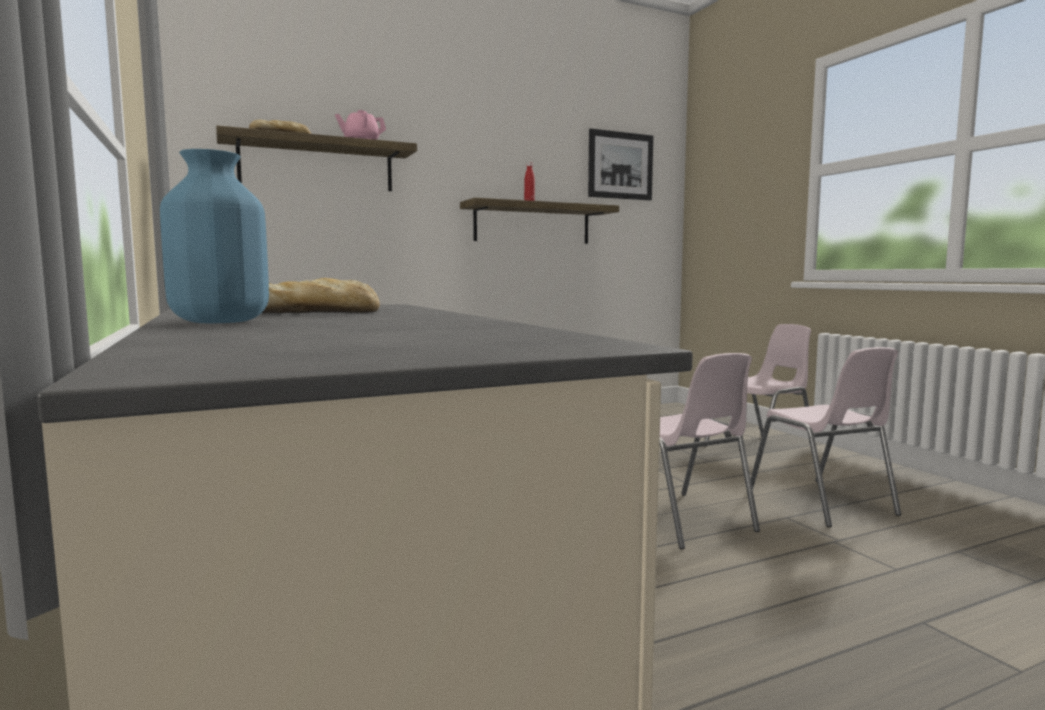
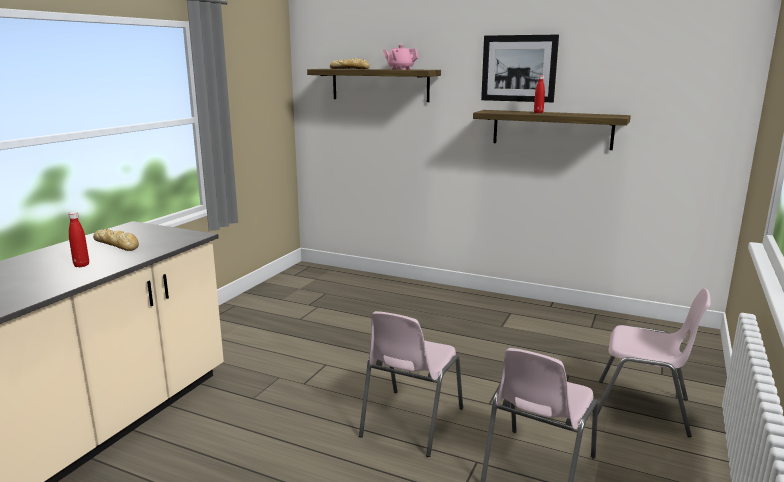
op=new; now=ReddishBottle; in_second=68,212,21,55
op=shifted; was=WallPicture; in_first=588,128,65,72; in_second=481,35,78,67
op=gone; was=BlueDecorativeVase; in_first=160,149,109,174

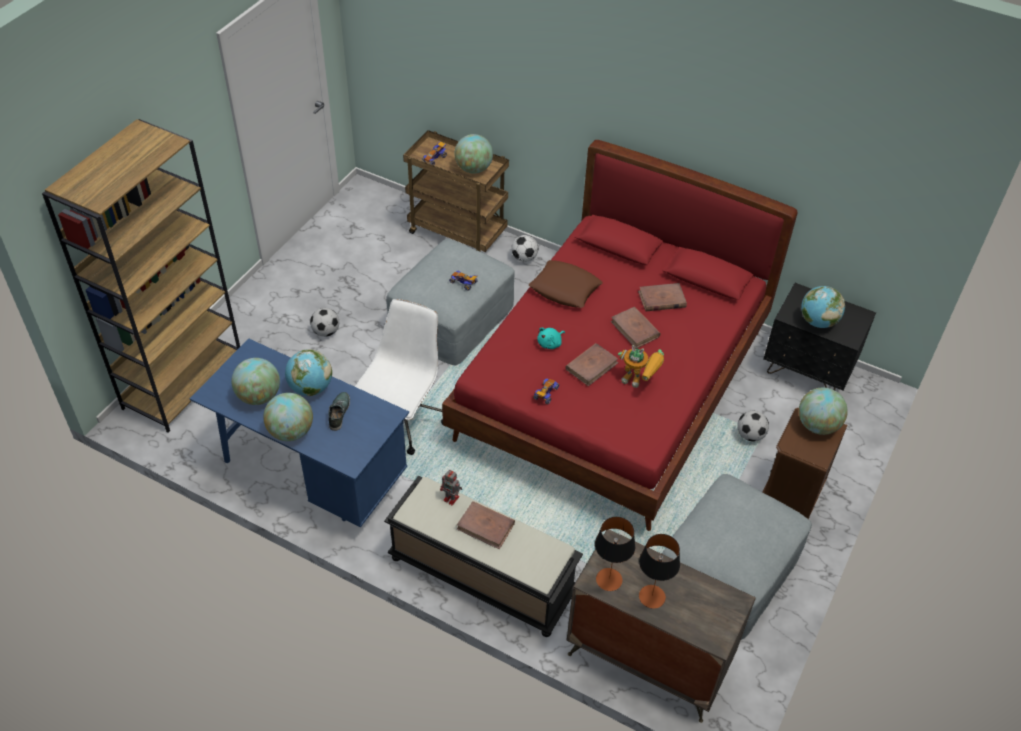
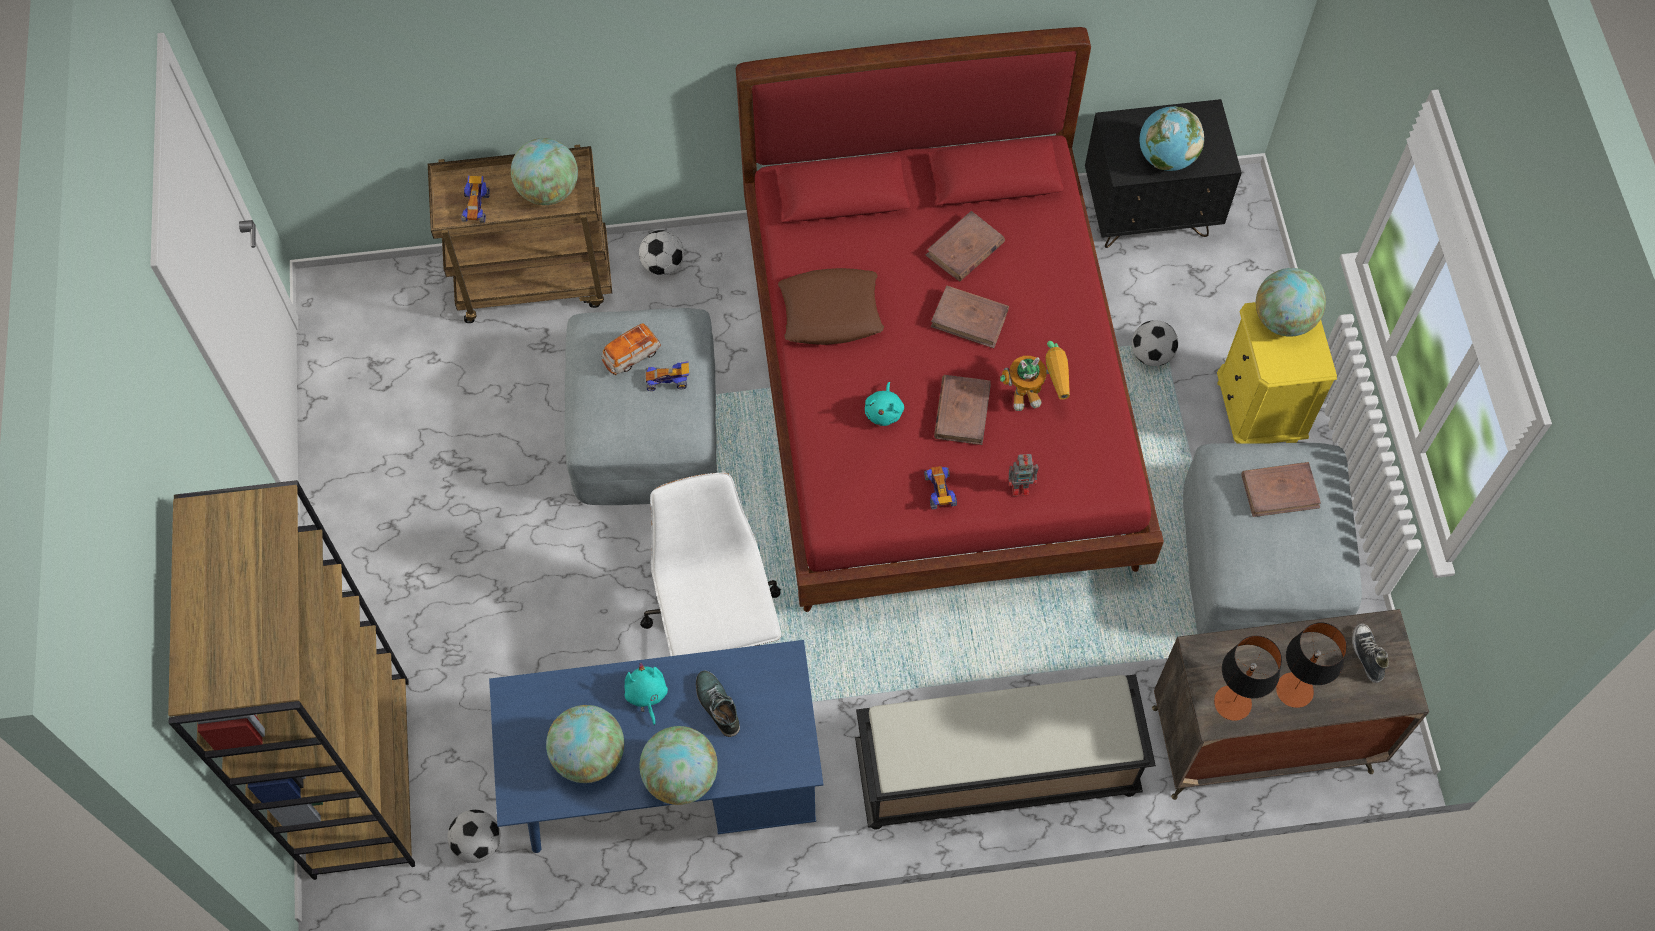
op=shifted; was=FootballBall; in_first=310,308,29,29; in_second=448,810,53,53
op=new; now=ToyCar; in_second=601,323,60,52
op=swapped; was=WorldGlobe; now=TurquoisePlushToy; in_first=285,349,47,47; in_second=625,663,43,62
op=shifted; was=ModelRobot; in_first=440,470,22,35; in_second=1008,454,31,42
op=repainted; was=BrownBedsideTable; now=YellowColouredBedsideTable; in_first=763,408,84,111; in_second=1217,302,120,142
op=shifted; was=BrownBoundBook; in_first=457,501,58,48; in_second=1241,462,80,55
op=new; now=LowShoe; in_second=1352,623,37,60

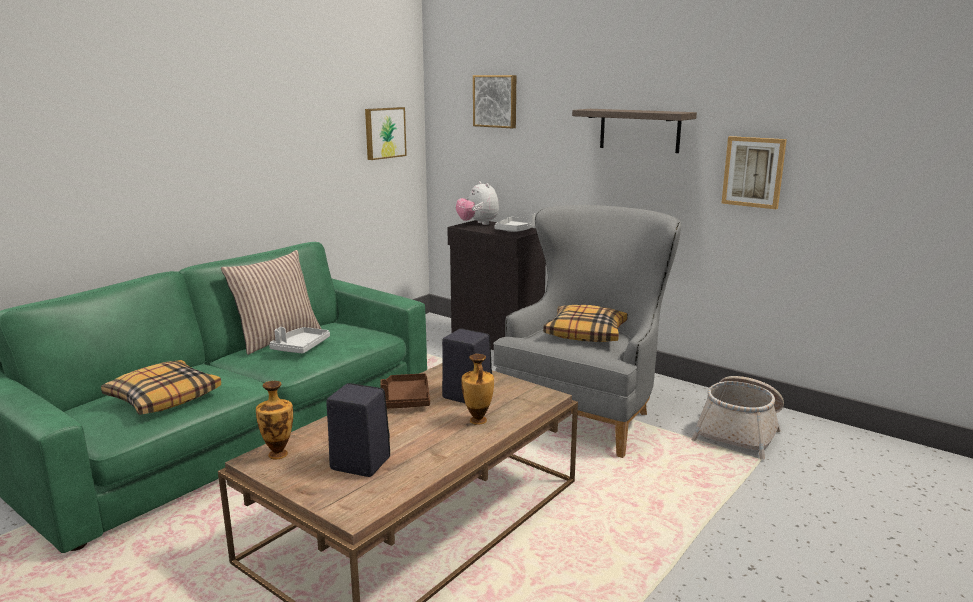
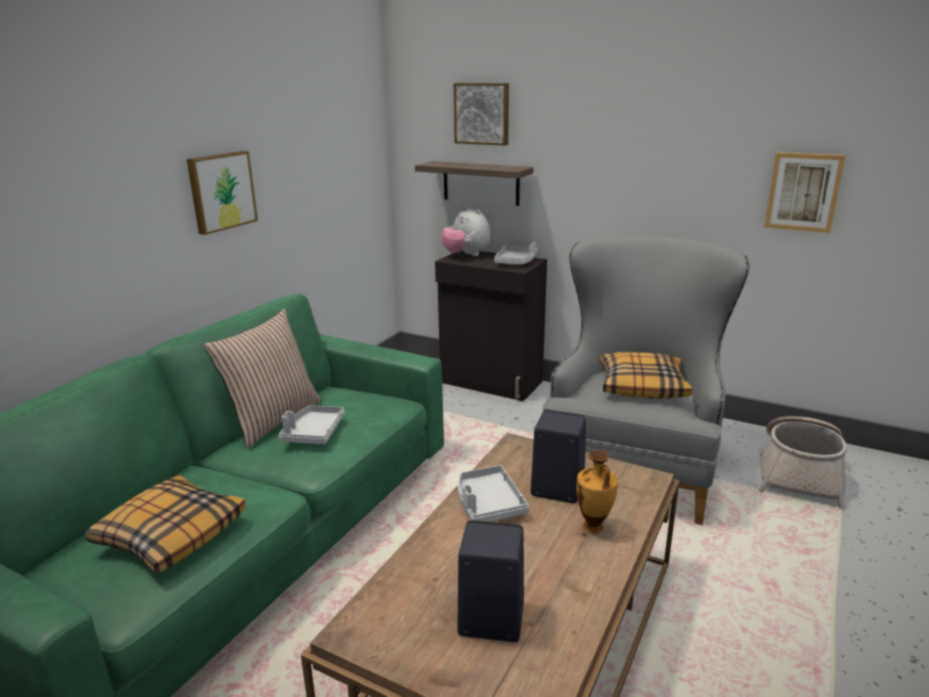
op=shifted; was=WallPicture; in_first=365,107,42,53; in_second=187,151,71,84
op=shifted; was=WallShelf; in_first=572,109,125,44; in_second=415,161,118,45
op=repainted; was=BrownServingTray; now=GreyishServingTray; in_first=380,373,50,35; in_second=458,465,71,57
op=gone; was=DecorativeVase; in_first=256,381,37,79

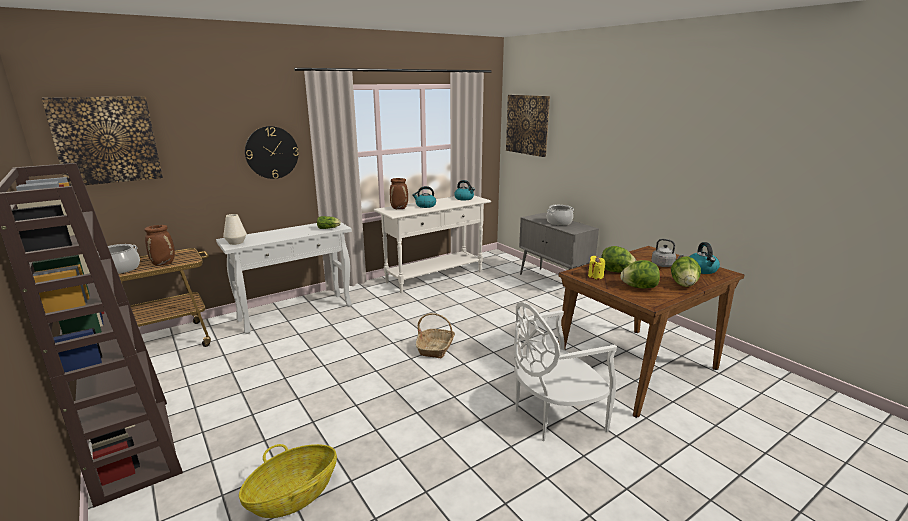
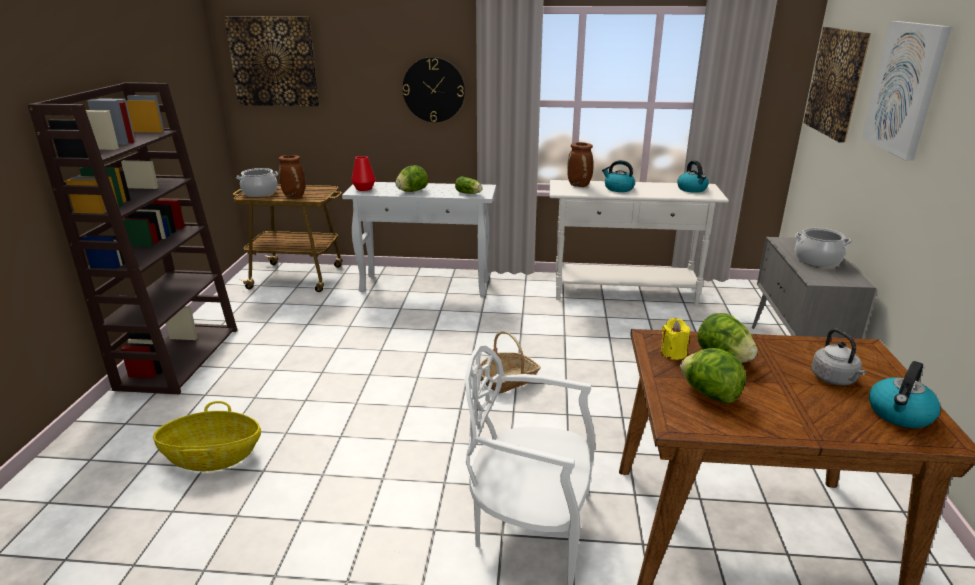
op=repainted; was=WhiteDecorativeVase; now=ReddishDecorativeVase; in_first=223,214,24,31; in_second=351,156,25,35
op=shifted; was=LettuceHead; in_first=671,256,30,31; in_second=396,165,32,27
op=new; now=WallPicture; in_second=862,21,89,140

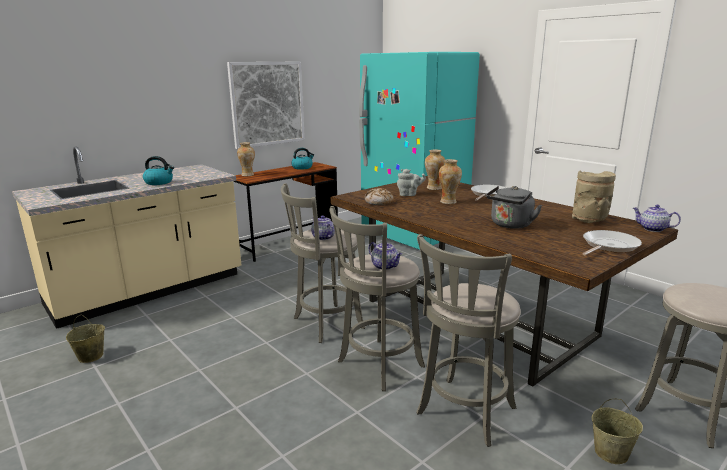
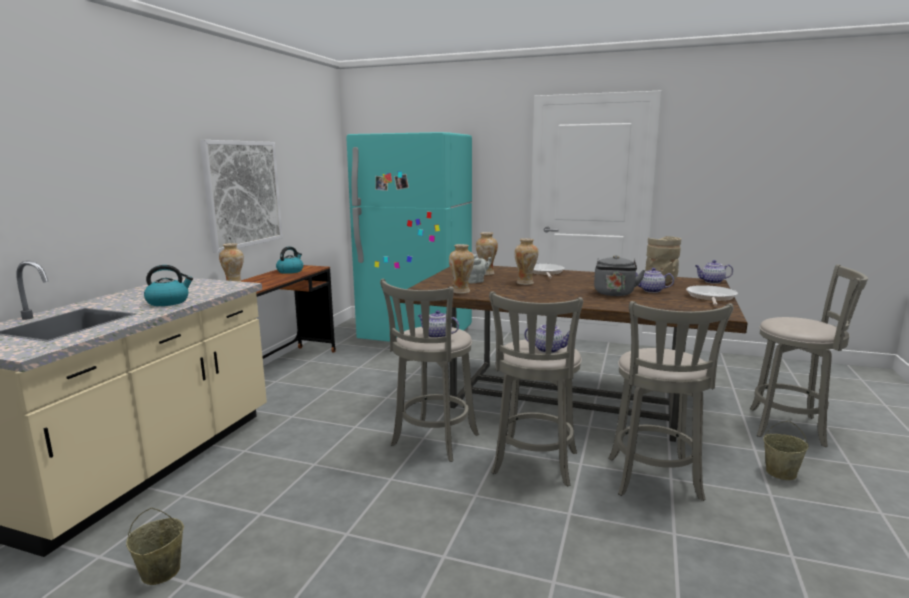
op=swapped; was=Bread; now=DecorativeVase; in_first=365,188,29,17; in_second=449,244,25,50
op=new; now=TeaPot; in_second=636,268,38,25

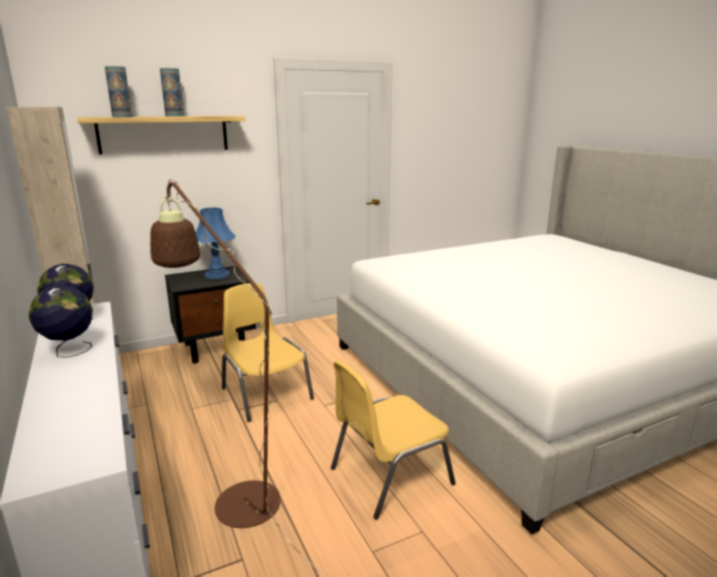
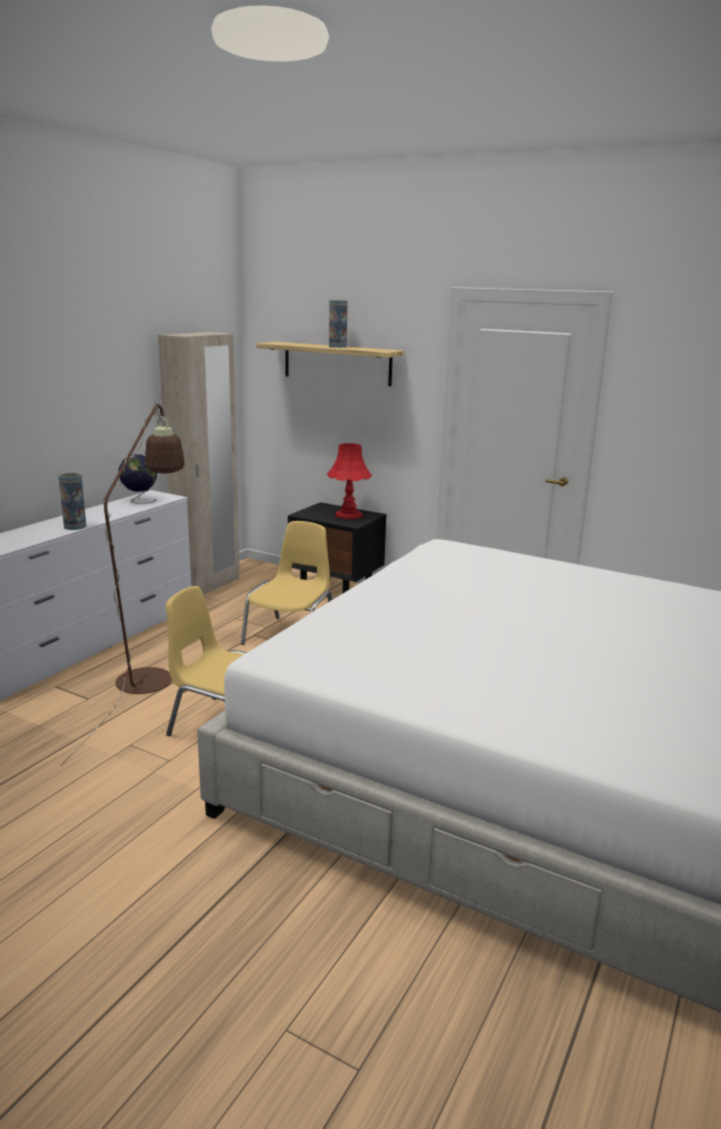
op=shifted; was=DecorativeVase; in_first=105,66,27,51; in_second=59,473,27,57
op=repainted; was=BlueTabletopLamp; now=ReddishTabletopLamp; in_first=196,207,40,72; in_second=327,443,45,76
op=gone; was=WorldGlobe; in_first=29,285,64,73

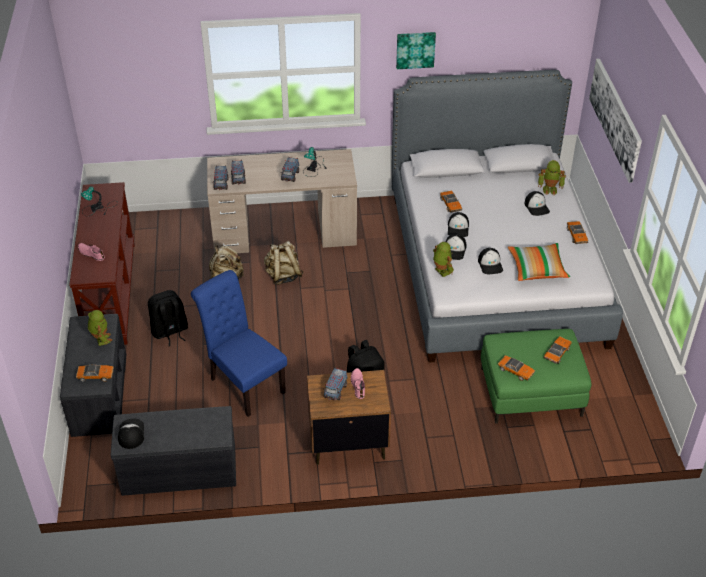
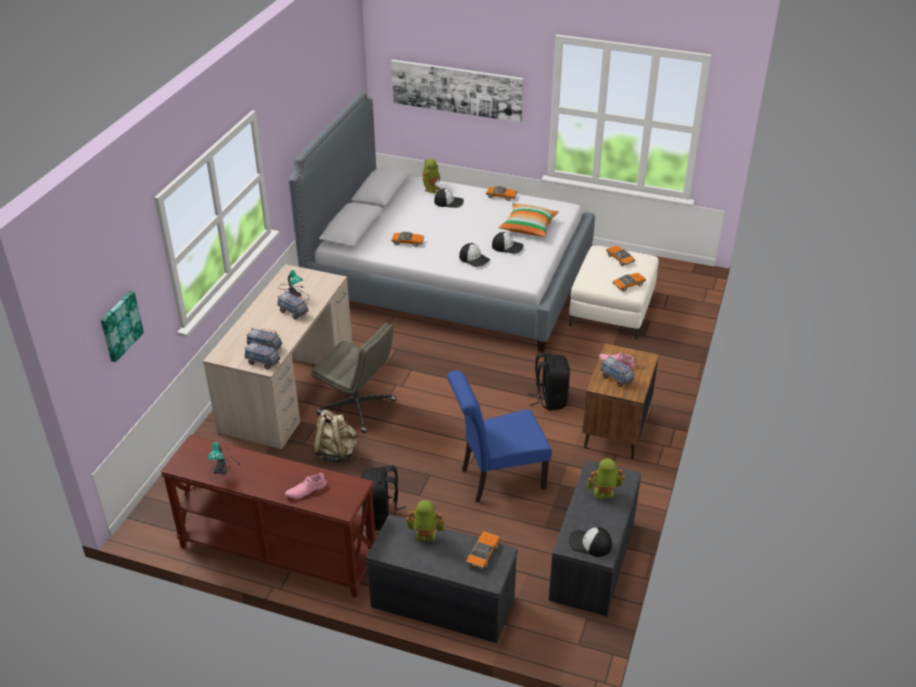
op=shifted; was=WallPicture; in_first=396,32,40,37; in_second=101,291,43,71
op=swapped; was=SandColouredBackpack; now=GreyishComputerChair; in_first=264,241,39,44; in_second=311,323,86,110
op=repainted; was=GreenishOttoman; now=WhiteOttoman; in_first=481,329,110,95; in_second=569,245,90,95
op=shifted; was=ModelRobot; in_first=433,242,21,35; in_second=587,458,38,41
op=gone; was=PeakedCap; in_first=448,212,21,25

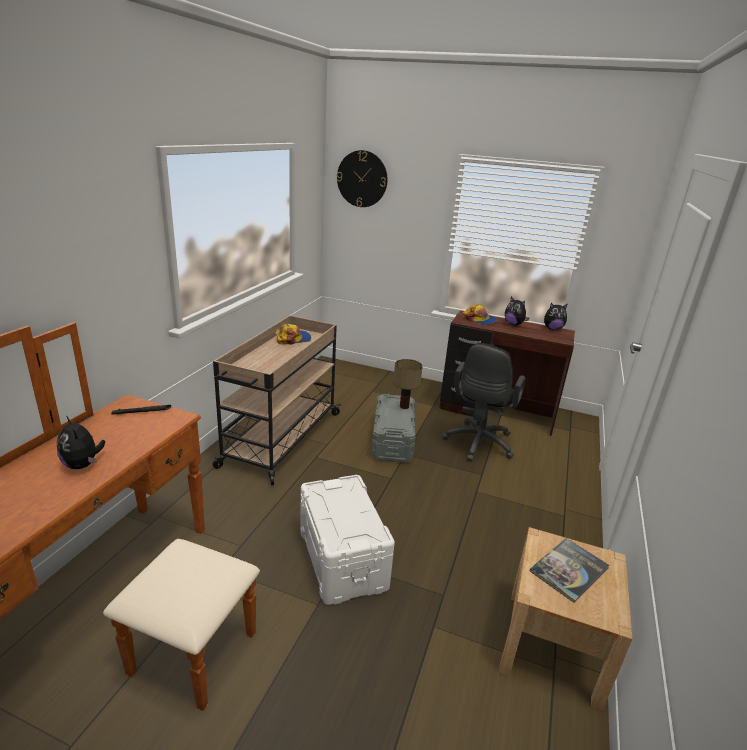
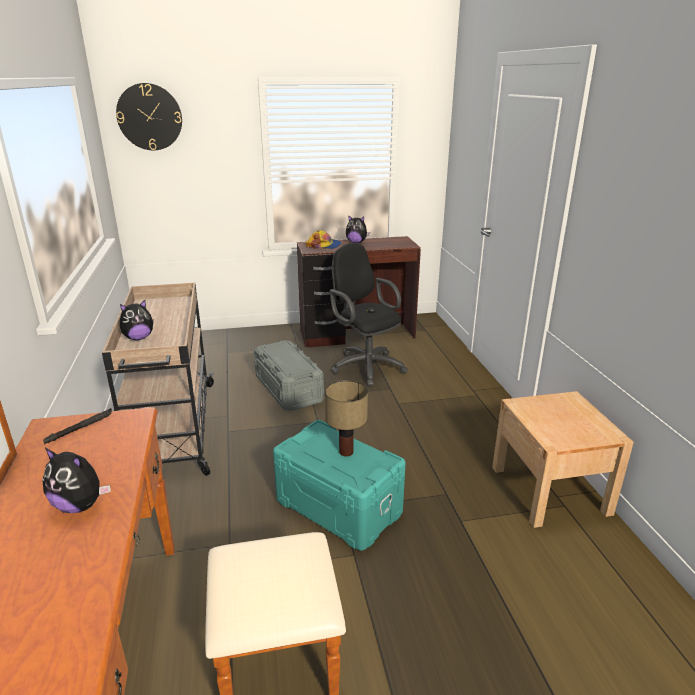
op=shifted; was=PlushToy; in_first=544,303,23,27; in_second=120,300,34,40
op=repainted; was=WhiteStorageBin; now=TurquoiseStorageBin; in_first=300,475,95,130; in_second=273,420,133,131
op=shifted; was=TabletopLamp; in_first=393,359,30,50; in_second=325,380,43,76
op=rotated; was=BlackComputerChair; in_first=442,343,83,119; in_second=330,243,78,144; clockwise=150
op=gone; was=PeakedCap; in_first=276,323,35,22
op=gone; was=BoundBook; in_first=529,538,81,65

